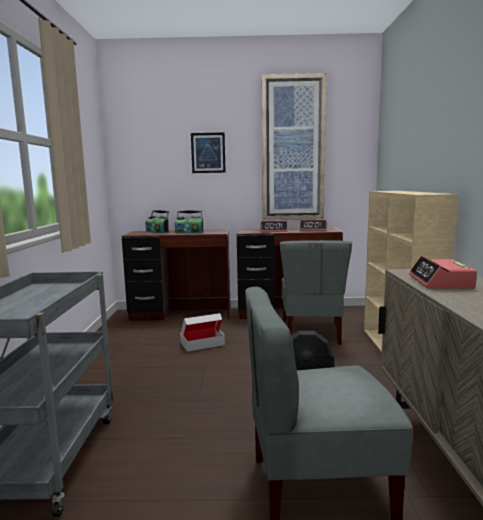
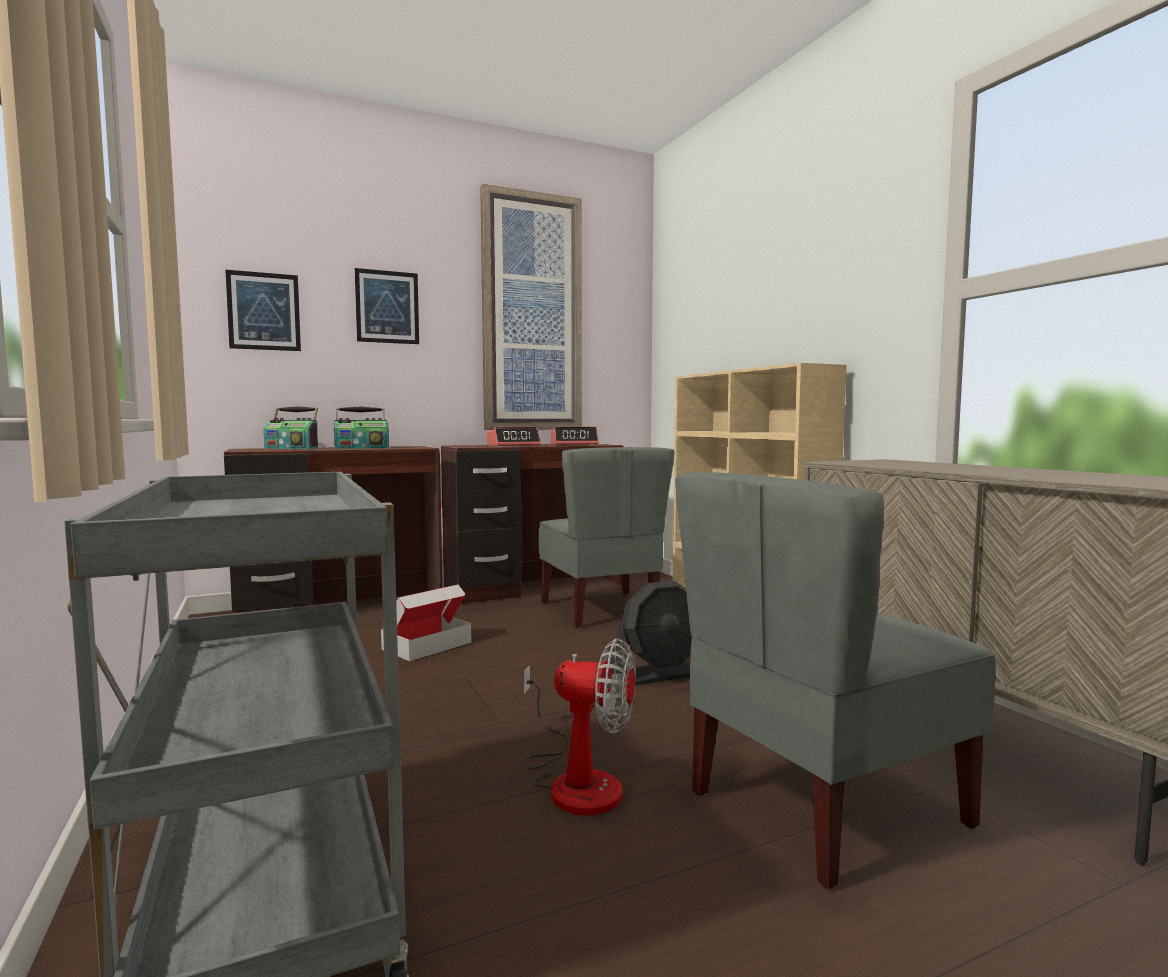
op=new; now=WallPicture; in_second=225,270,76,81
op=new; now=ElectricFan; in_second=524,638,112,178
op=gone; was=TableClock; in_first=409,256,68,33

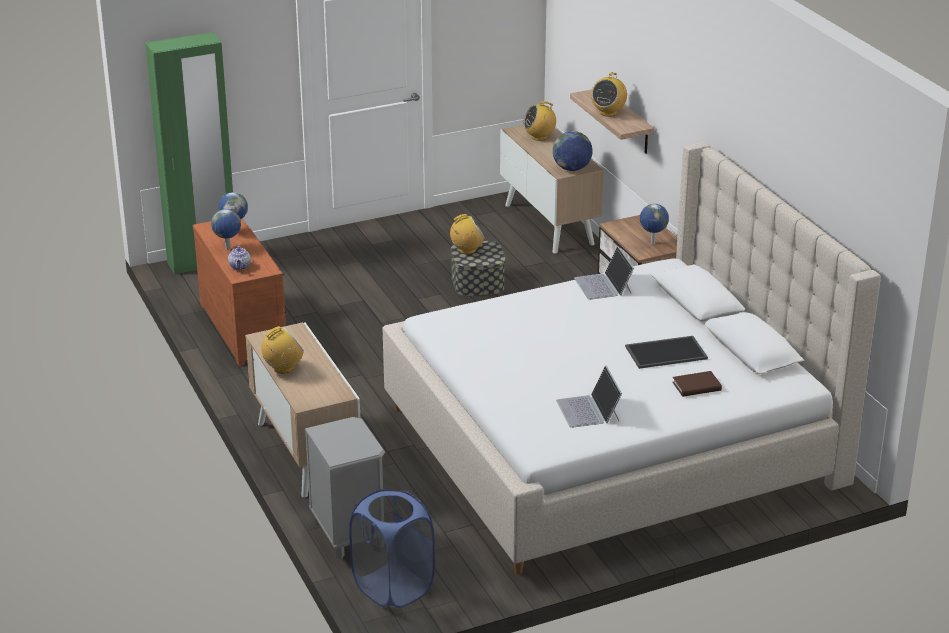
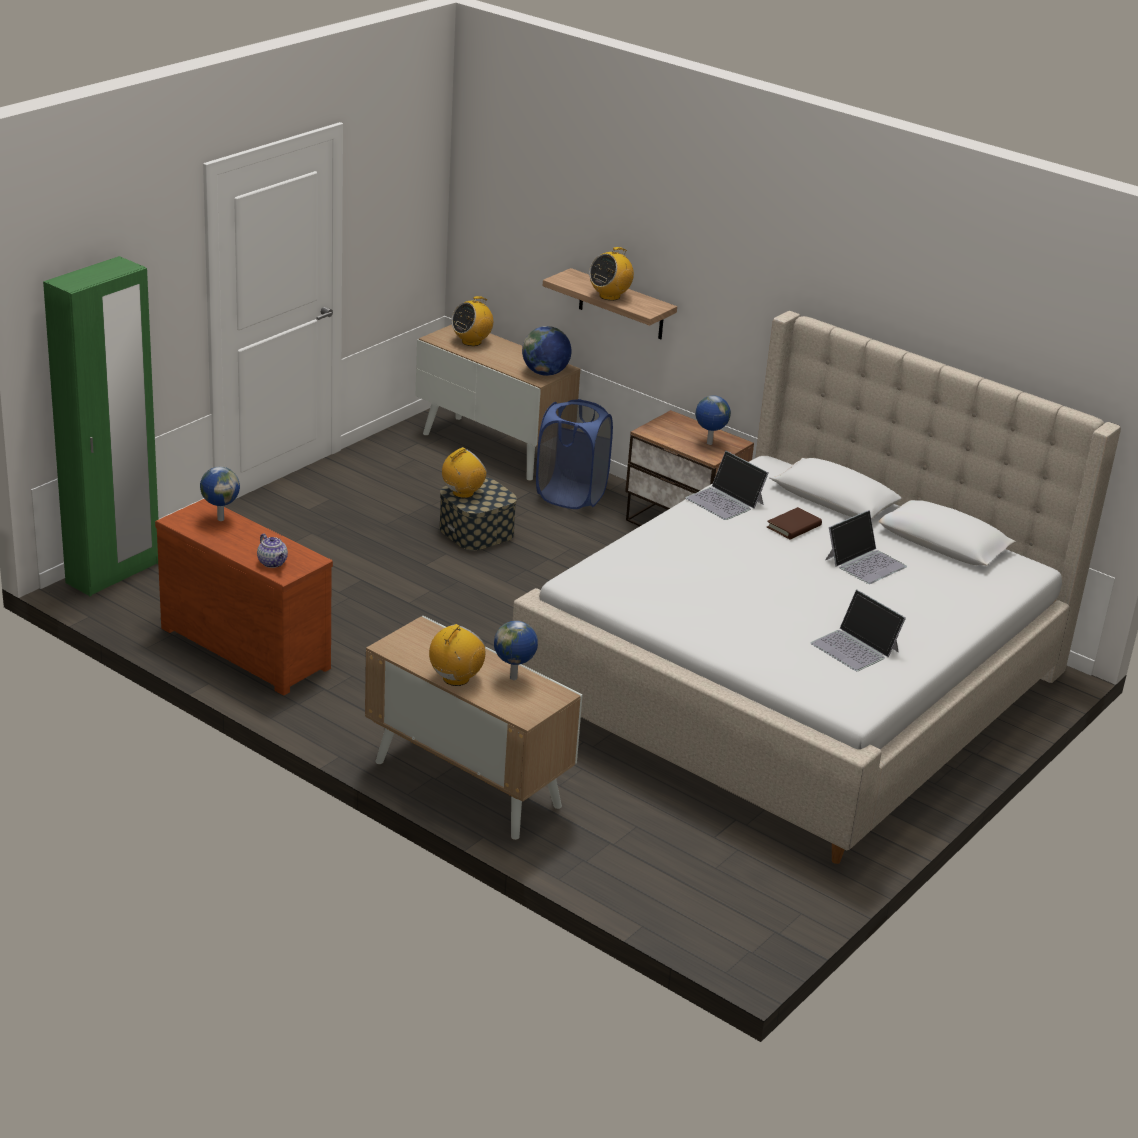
op=shifted; was=WorldGlobe; in_first=211,209,30,41; in_second=494,621,44,59
op=shifted; was=BlueWashingBasket; in_first=349,489,86,119; in_second=536,399,77,110
op=rotated; was=RadioSet; in_first=591,72,36,45; in_second=589,247,45,54; clockwise=45
op=shifted; was=BrownBoundBook; in_first=672,371,50,26; in_second=767,507,55,33
op=swapped; was=ServingTray; now=PortableComputer; in_first=625,336,83,33; in_second=825,510,82,74
op=gone; was=GreyishBedsideTable; in_first=304,417,81,142

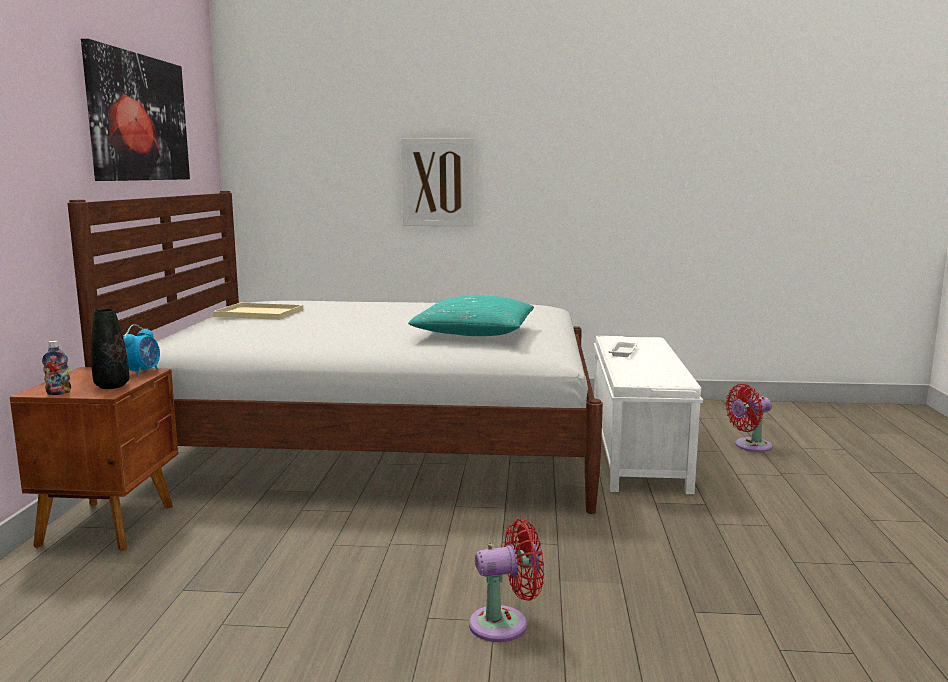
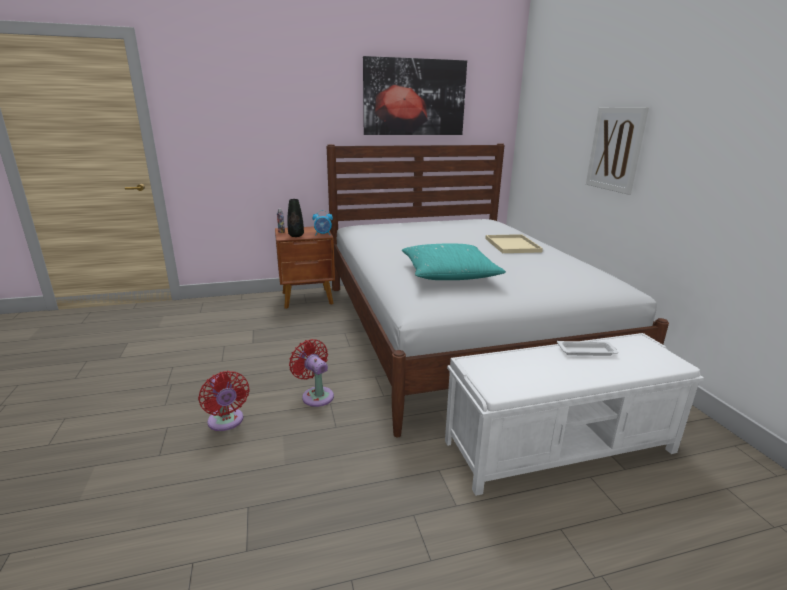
op=shifted; was=ReddishElectricFan; in_first=725,384,48,68; in_second=289,339,45,68
op=shifted; was=SandColouredServingTray; in_first=212,303,91,17; in_second=485,234,58,19

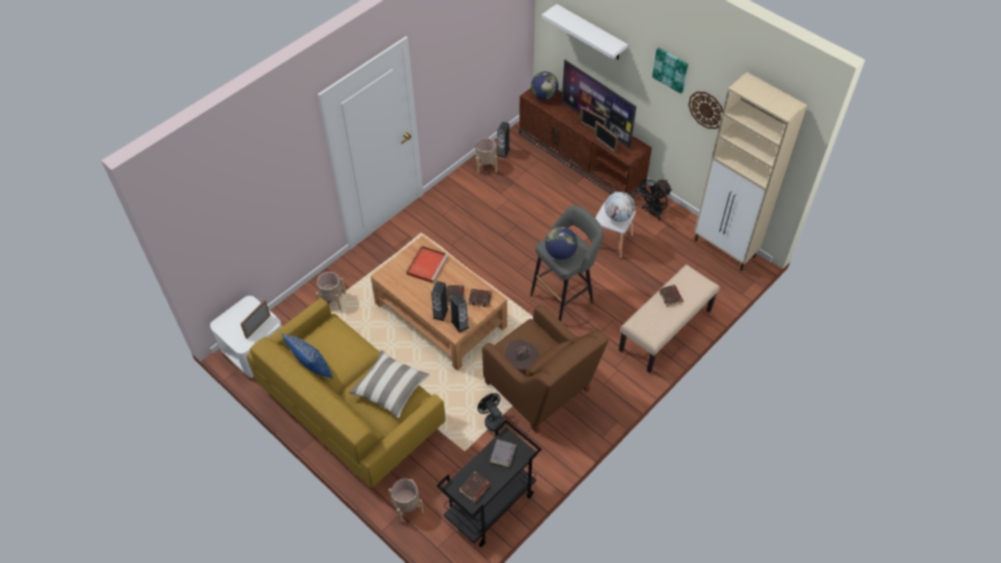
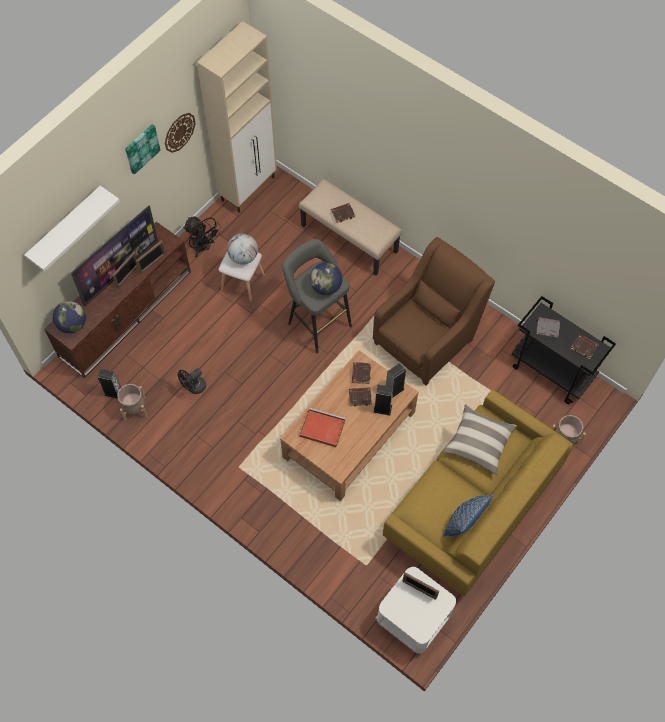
op=shifted; was=BlackElectricFan; in_first=477,393,28,39; in_second=178,368,28,26
op=gone; was=SandColouredFlowerPot; in_first=316,272,30,38
op=gone; was=BrownClothingHat; in_first=505,340,35,30

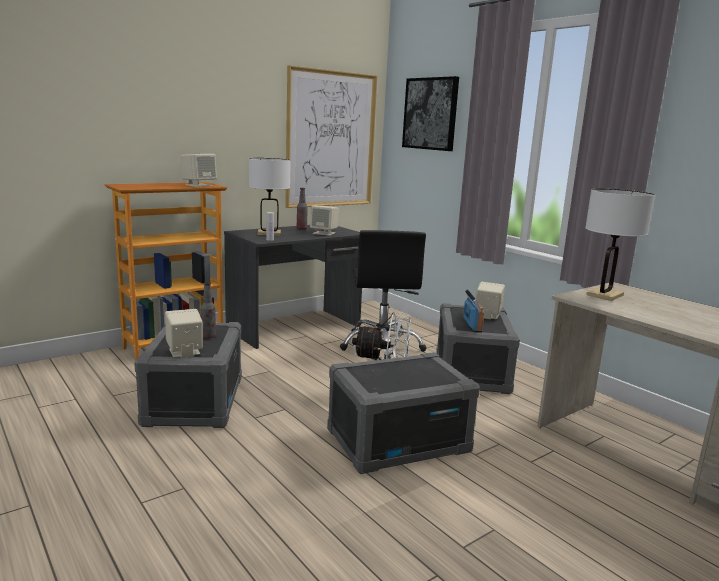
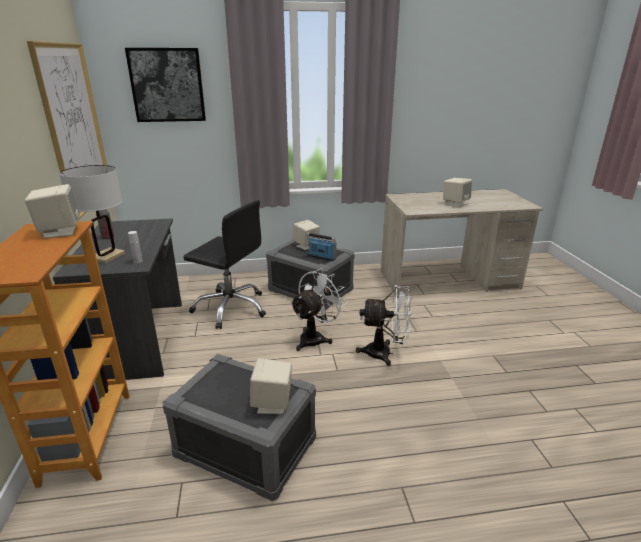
op=swapped; was=GreyishStorageBin; now=WhiteElectricFan; in_first=327,352,153,122; in_second=356,285,56,81
op=shifted; was=SandColouredSpeaker; in_first=310,206,29,30; in_second=443,178,29,29
op=gone; was=Bottle; in_first=200,282,16,56
op=gone; was=WhiteTabletopLamp; in_first=585,189,70,112

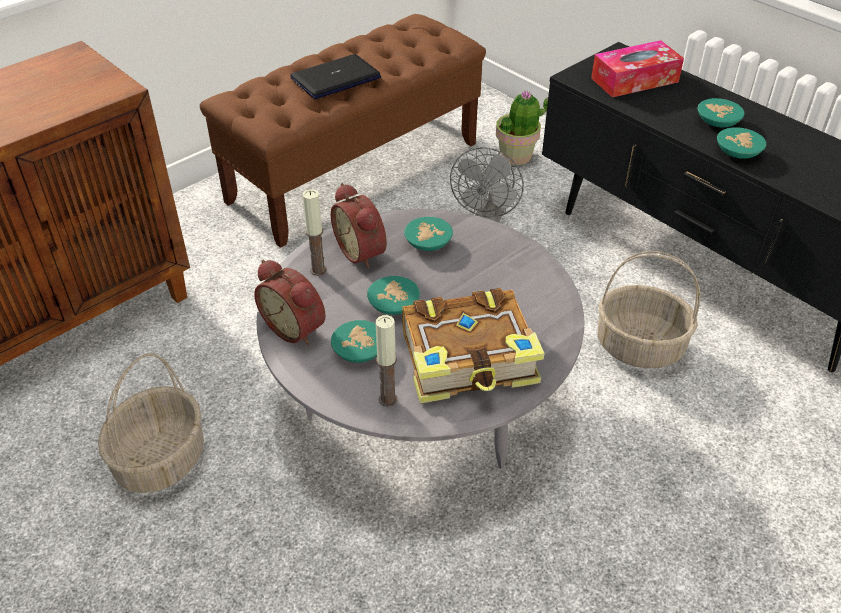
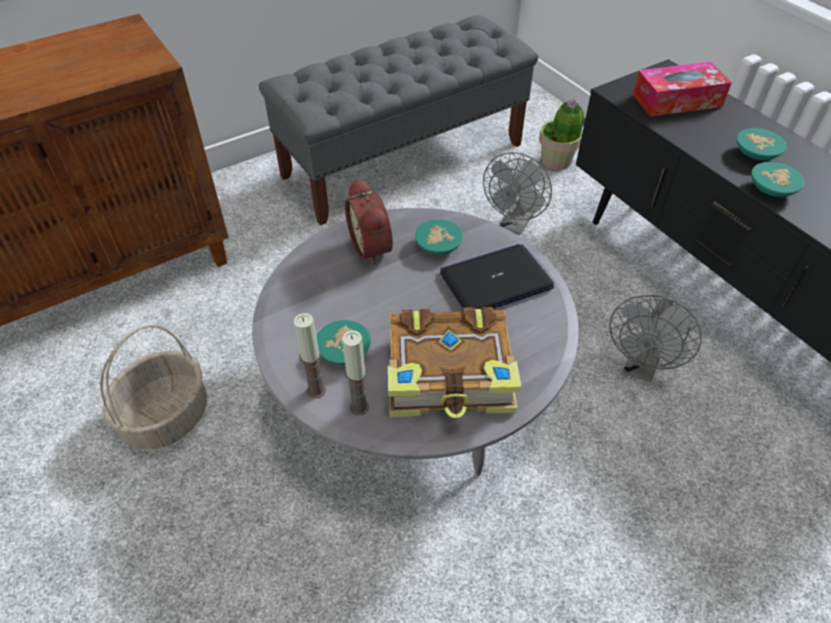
op=repainted; was=BrownBench; now=GreyishBench; in_first=200,14,286,234; in_second=259,15,279,211
op=shifted; was=WaxCandle; in_first=302,189,25,87; in_second=294,313,32,85
op=shifted; was=PortableComputer; in_first=290,54,91,45; in_second=440,244,114,65
op=swapped; was=StorageBasket; now=GreyishElectricFan; in_first=598,251,102,118; in_second=610,295,92,88
op=gone; was=TableClock; in_first=254,260,72,86
op=gone; was=TurquoiseServingBowl; in_first=367,276,53,39

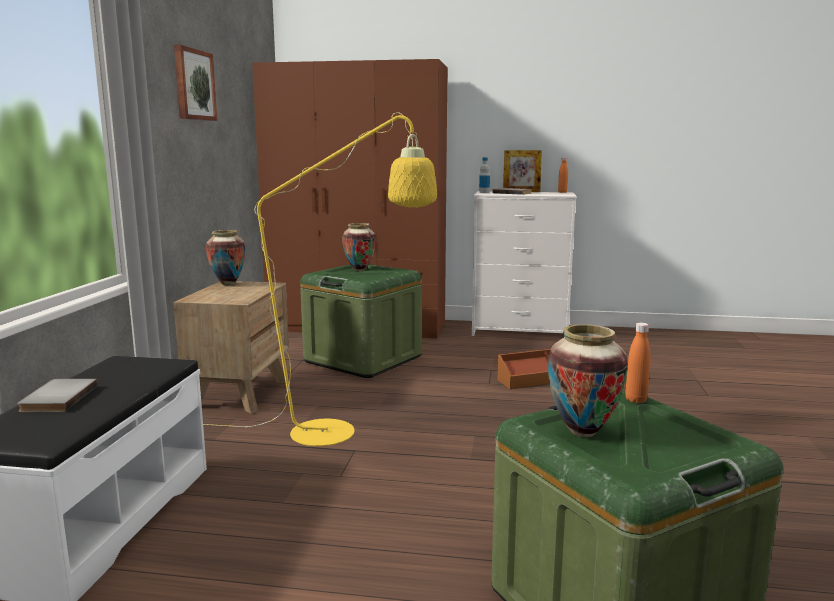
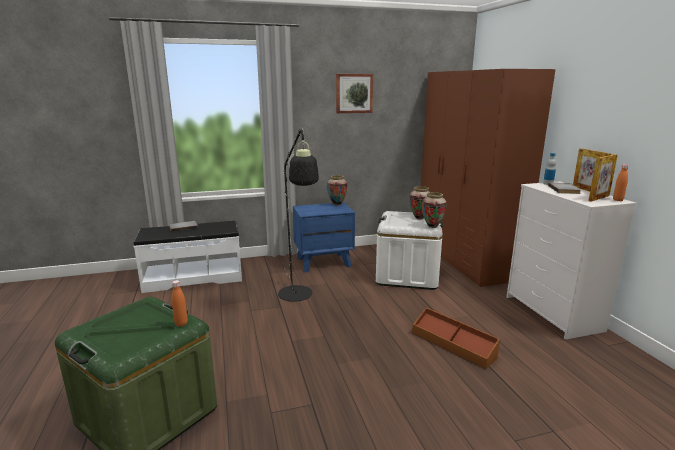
op=repainted; was=YellowColouredStandingLamp; now=BlackStandingLamp; in_first=203,112,234,334; in_second=278,128,41,174
op=repainted; was=BrownBedsideTable; now=BlueBedsideTable; in_first=173,281,116,133; in_second=293,202,62,70
op=repainted; was=GreenishStorageBin; now=WhiteStorageBin; in_first=300,264,122,114; in_second=376,211,67,79
op=shifted; was=DecorativeVase; in_first=547,324,81,113; in_second=422,192,25,36
op=new; now=StandingFrame; in_second=588,154,30,48

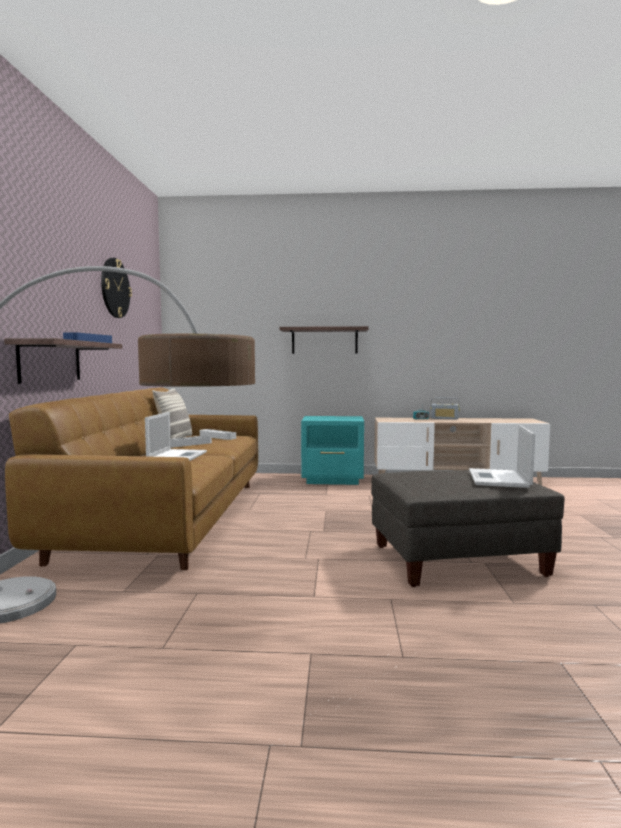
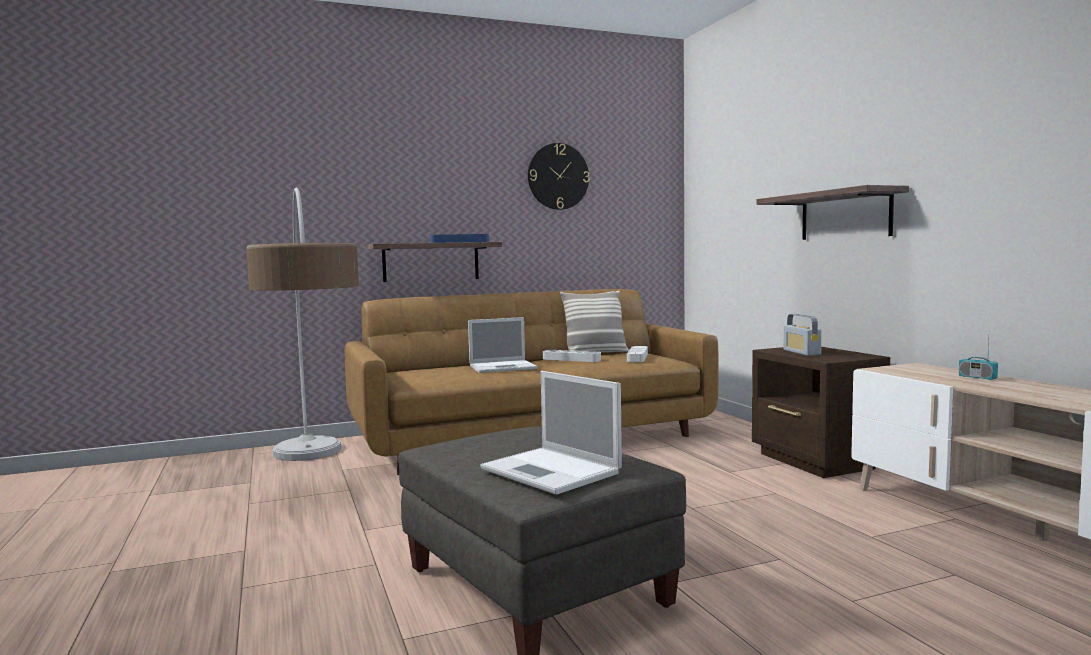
op=rotated; was=PortableComputer; in_first=469,425,66,63; in_second=480,371,142,124; clockwise=-120
op=repainted; was=TurquoiseBedsideTable; now=BrownBedsideTable; in_first=301,416,63,69; in_second=752,347,138,131
op=shifted; was=RadioSet; in_first=431,397,29,22; in_second=784,314,38,42

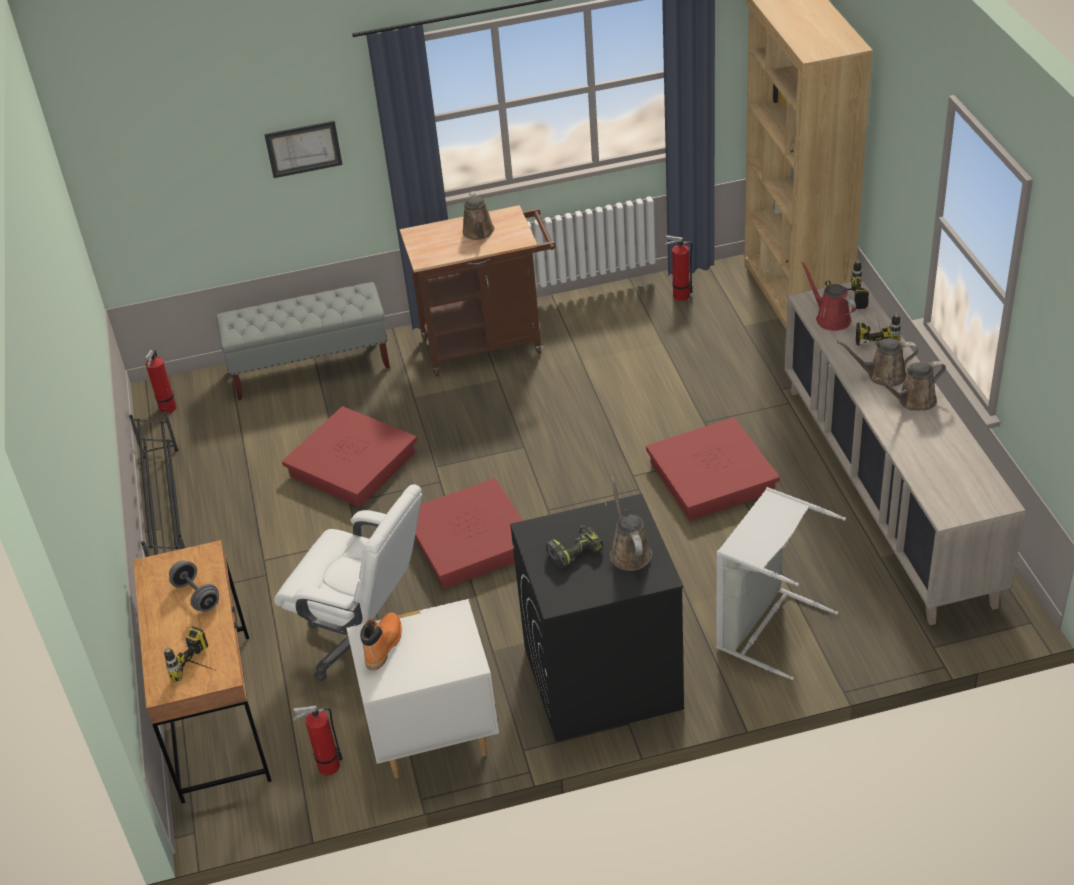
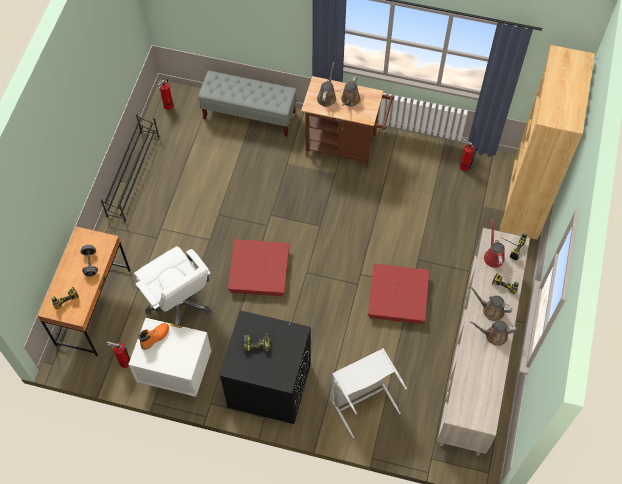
op=shifted; was=BrownSprinklingCan; in_first=610,477,42,94; in_second=317,62,19,45
op=gone; was=WallPicture; in_first=264,121,78,57
op=gone; was=ReddishStorageBin; in_first=282,406,135,101

